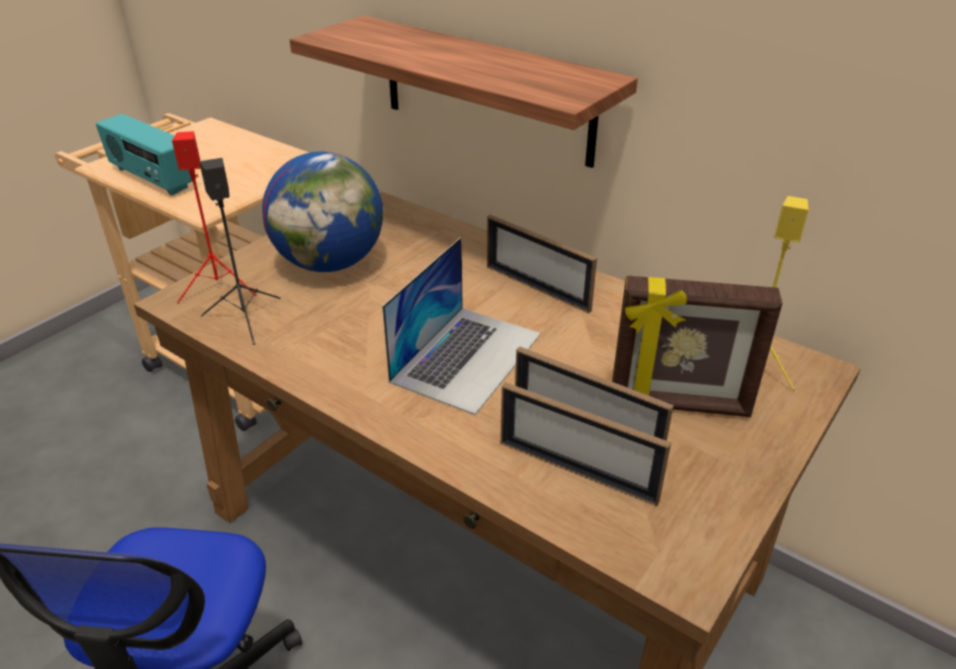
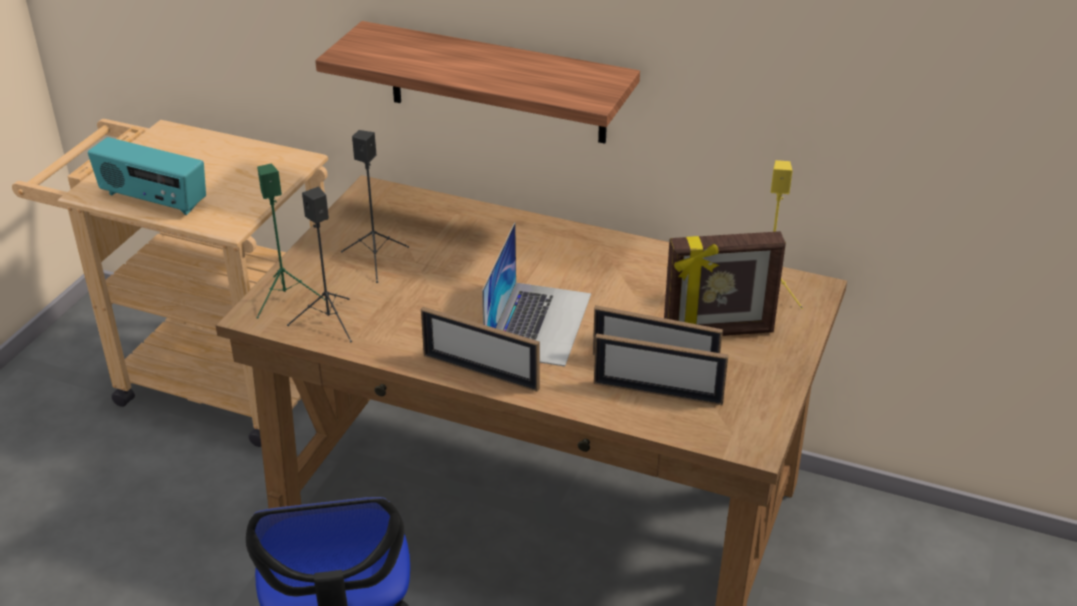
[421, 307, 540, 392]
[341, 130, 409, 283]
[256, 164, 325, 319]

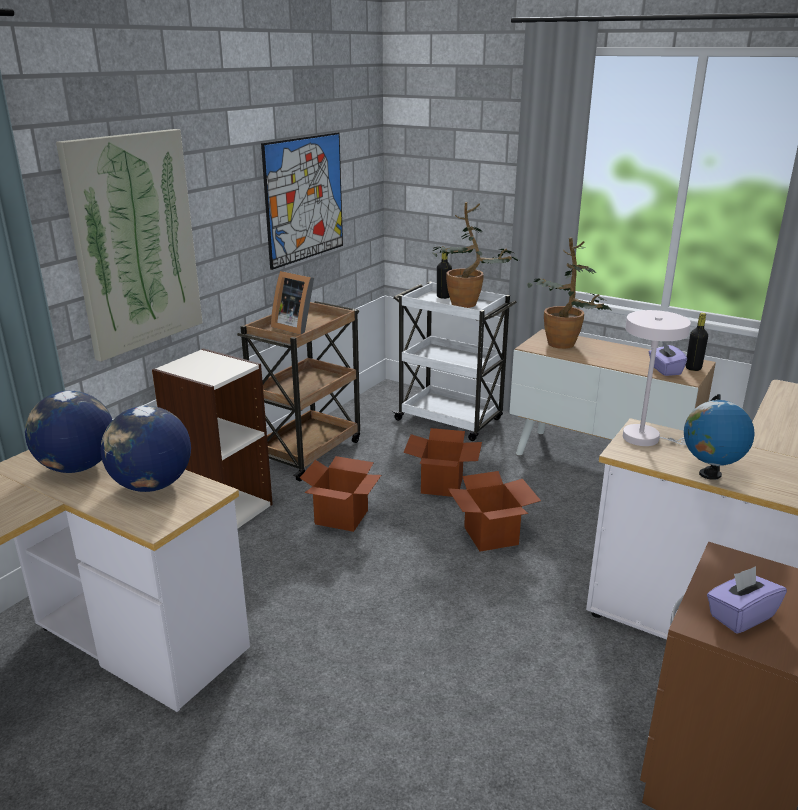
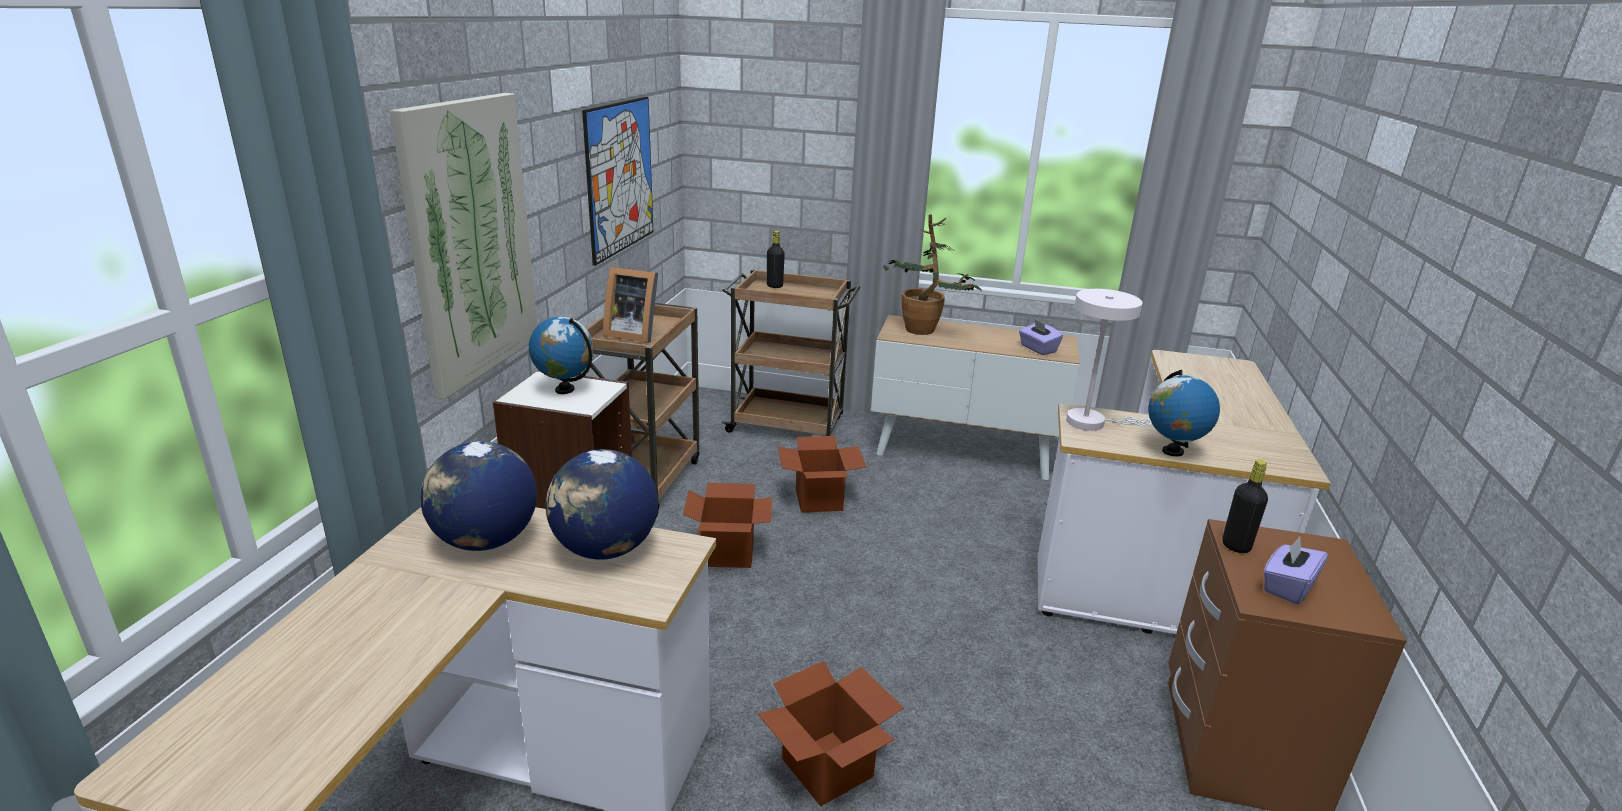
[432, 202, 519, 308] (first image)
[529, 317, 593, 394]
[758, 661, 904, 807]
[1222, 460, 1268, 553]
[721, 269, 860, 436]

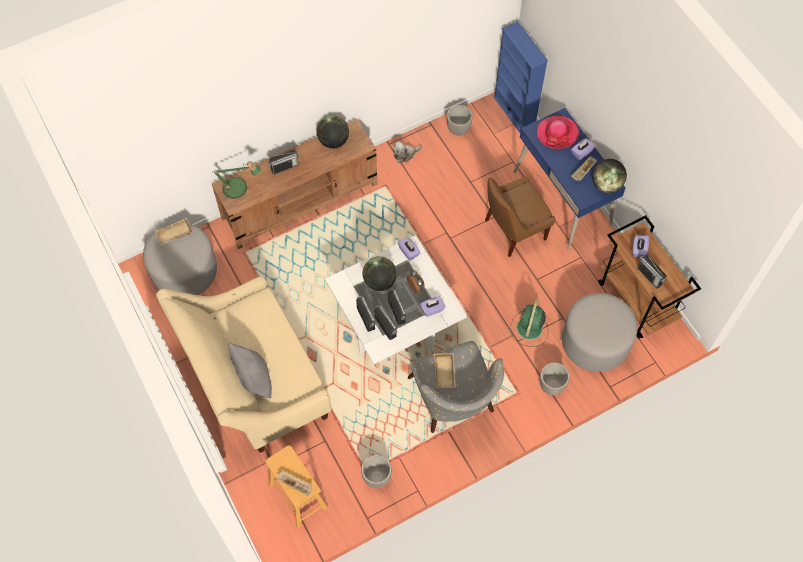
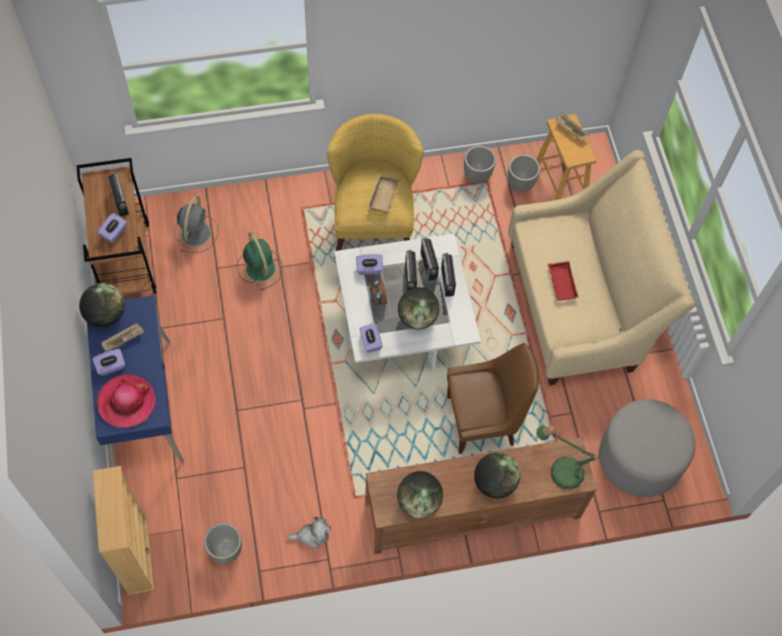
[154, 218, 193, 246] (first image)
[228, 342, 272, 398] (first image)
[548, 261, 578, 301]
[447, 343, 539, 454]
[508, 155, 540, 192]
[474, 452, 521, 498]
[175, 196, 218, 253]
[327, 114, 424, 259]
[92, 466, 154, 595]
[236, 232, 283, 291]

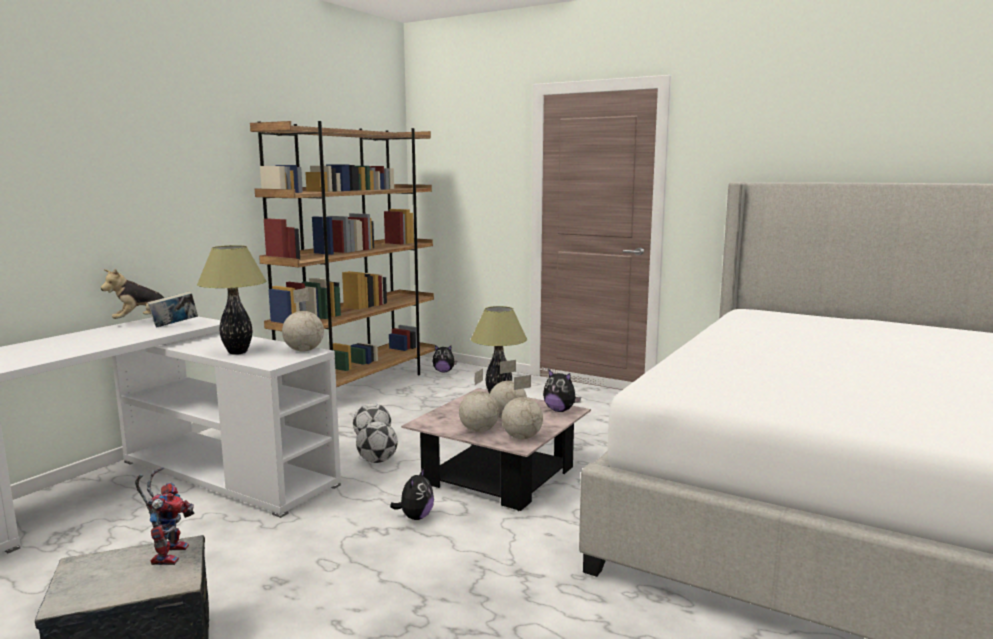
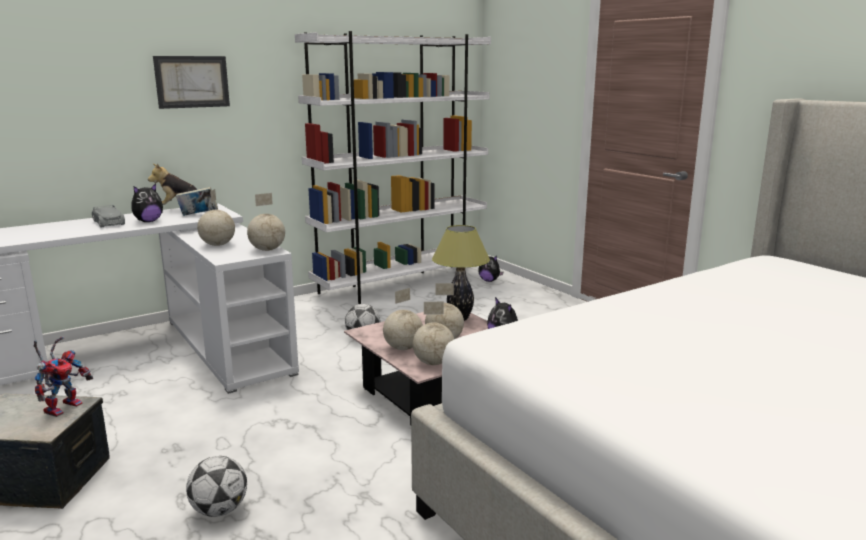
[92, 205, 125, 228]
[153, 56, 230, 109]
[186, 456, 247, 517]
[131, 184, 163, 222]
[197, 189, 235, 246]
[295, 31, 491, 304]

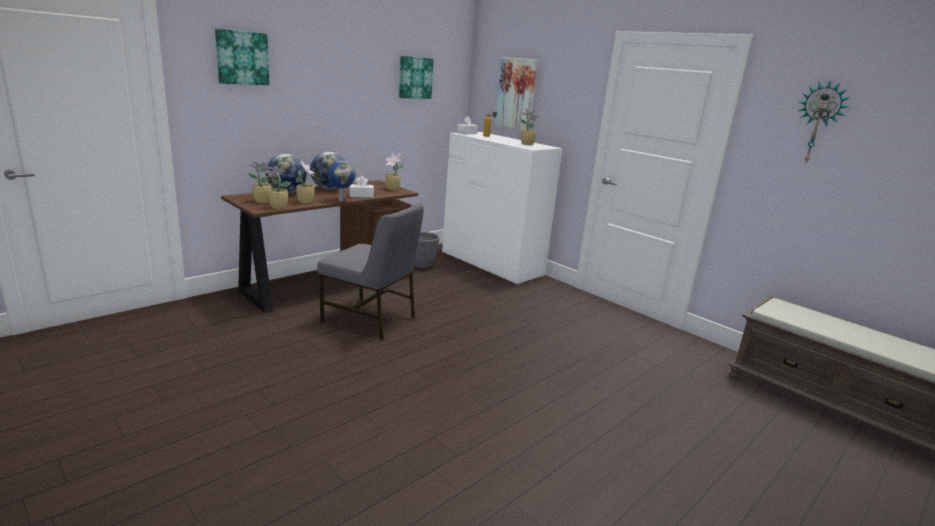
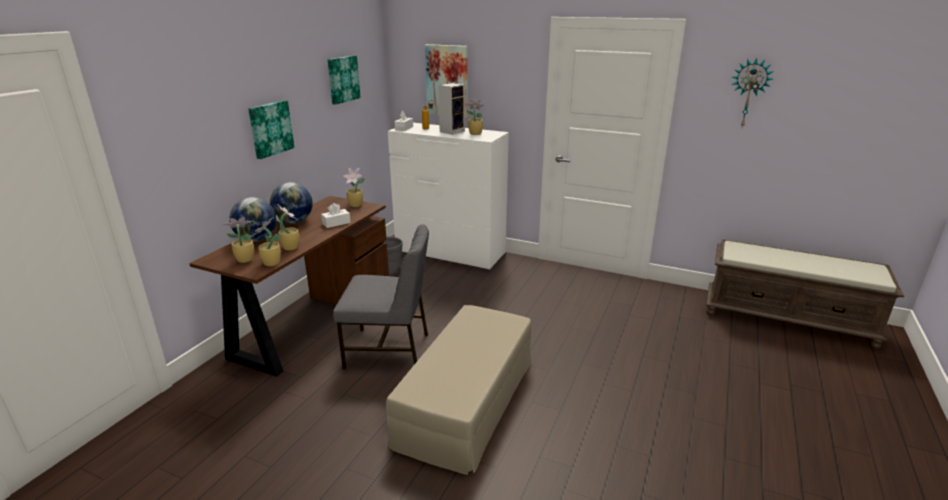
[327, 161, 355, 201] (first image)
[386, 305, 531, 475]
[438, 83, 465, 135]
[248, 100, 294, 159]

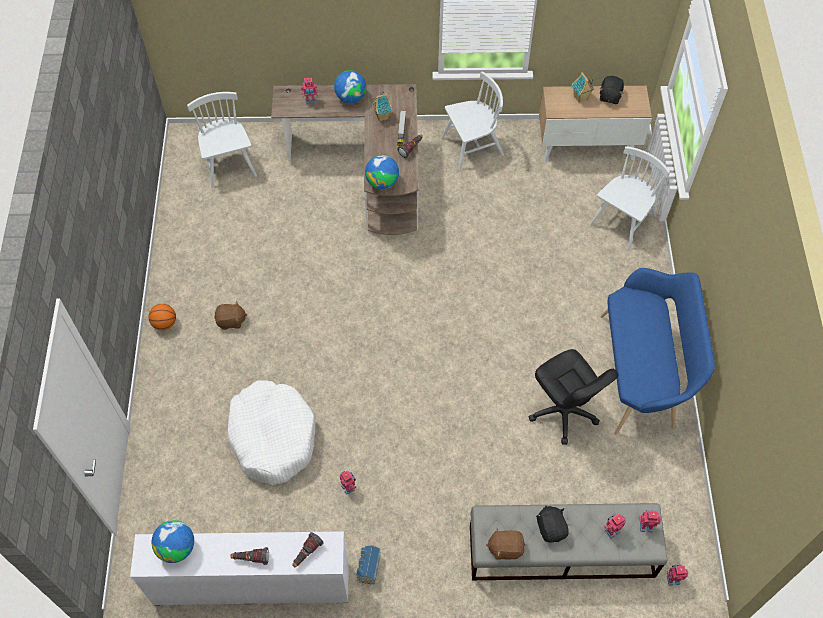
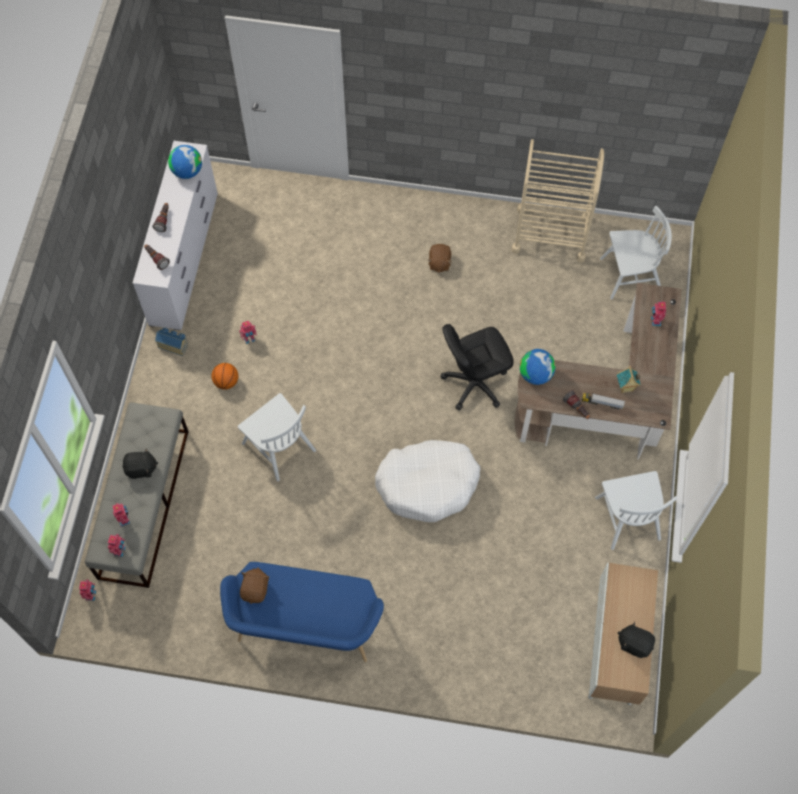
[334, 70, 366, 103] (first image)
[572, 72, 594, 103] (first image)
[512, 139, 604, 263]
[212, 363, 238, 390]
[375, 440, 480, 522]
[240, 567, 269, 604]
[441, 324, 514, 410]
[238, 393, 316, 481]

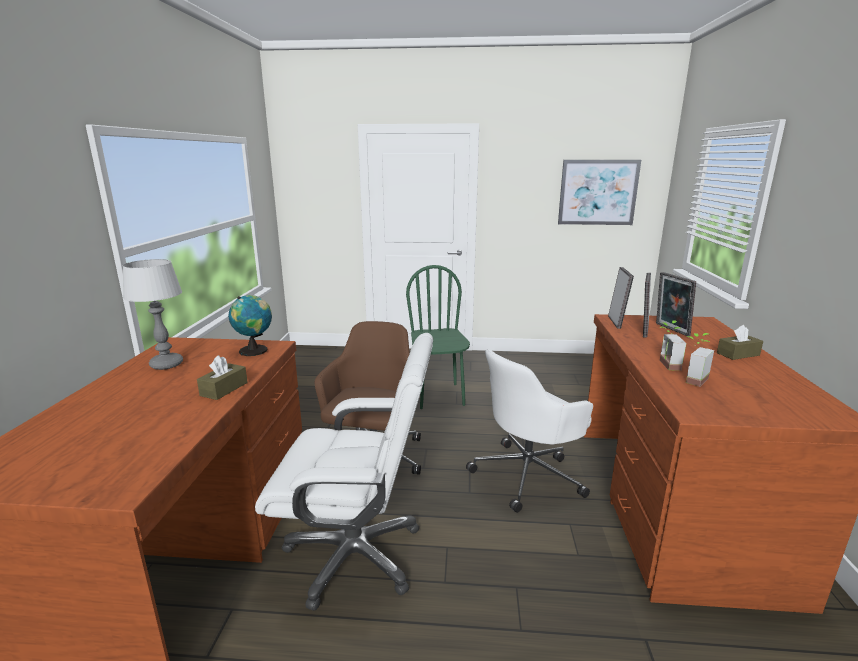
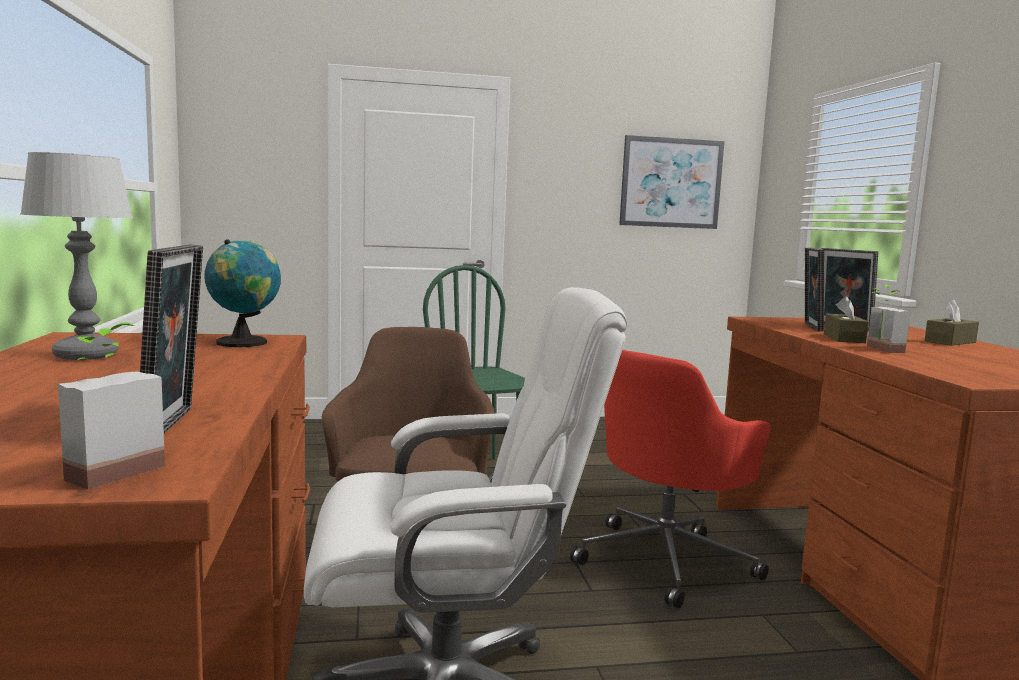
[824, 296, 869, 343]
[140, 244, 203, 433]
[58, 322, 165, 489]
[570, 350, 771, 608]

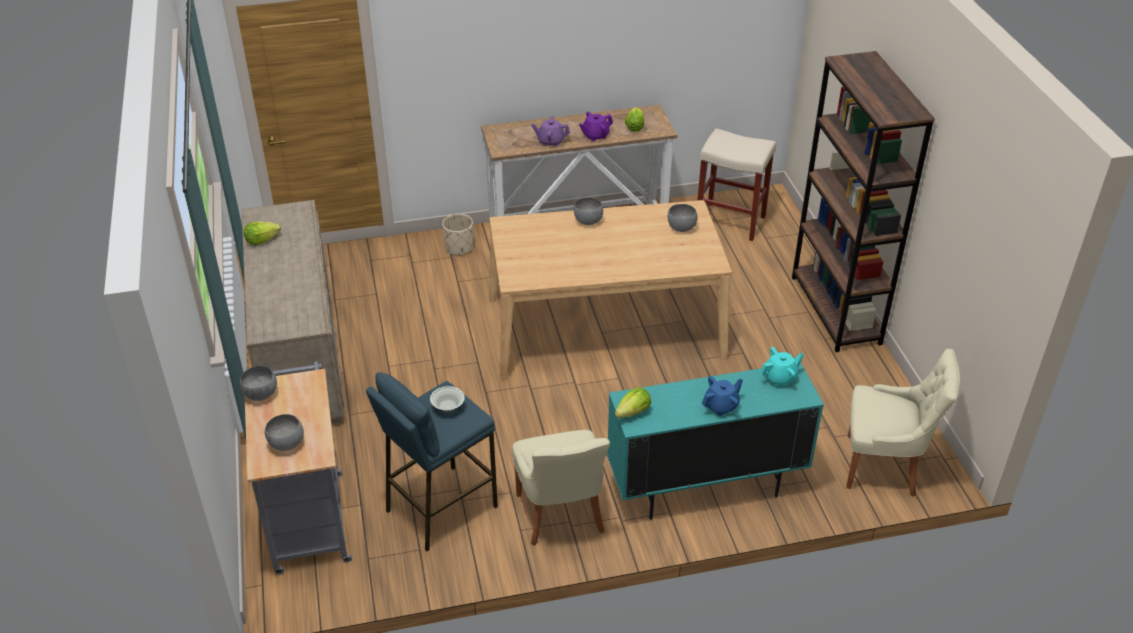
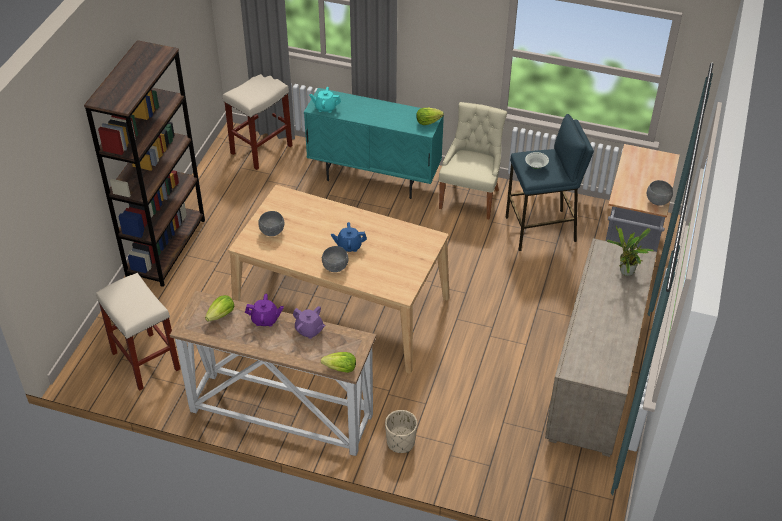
[265, 414, 304, 451] (first image)
[607, 225, 654, 276]
[321, 352, 356, 373]
[331, 222, 367, 252]
[223, 74, 292, 170]

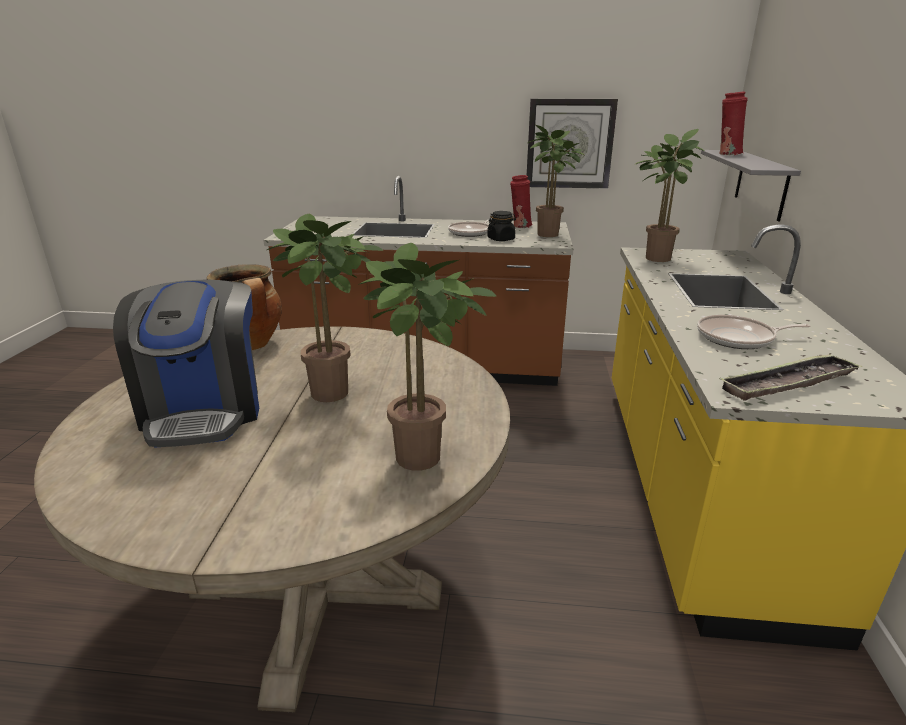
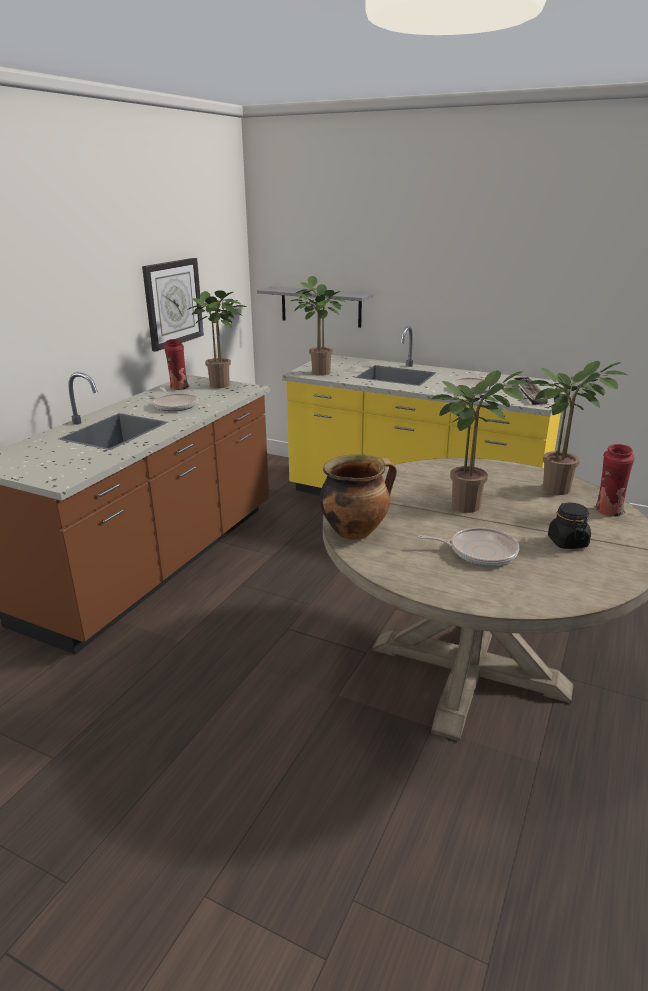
[548, 503, 591, 549]
[595, 444, 635, 517]
[417, 528, 519, 566]

